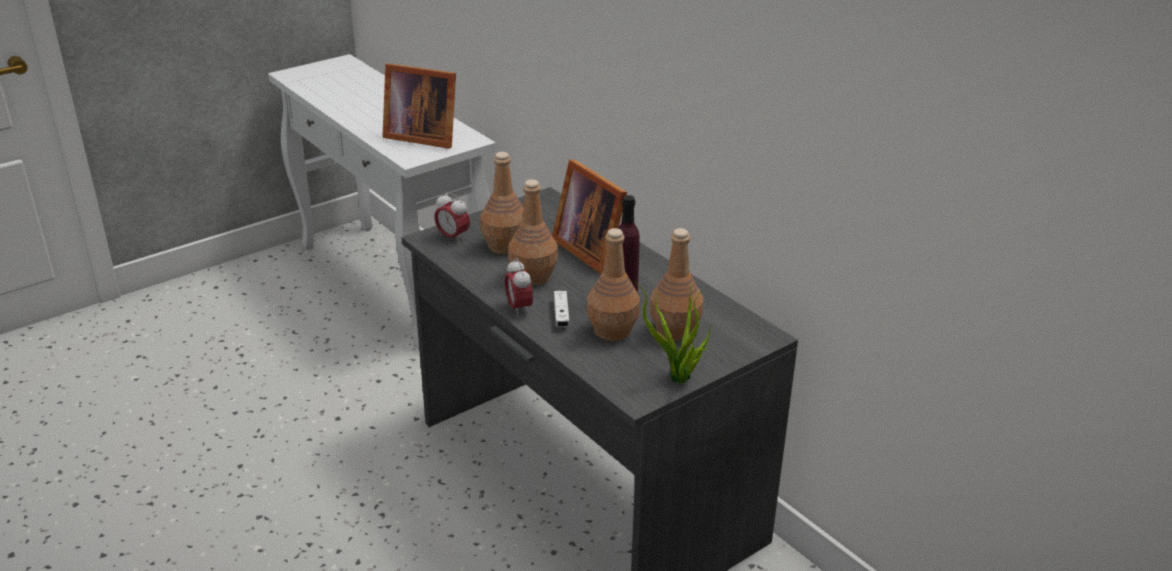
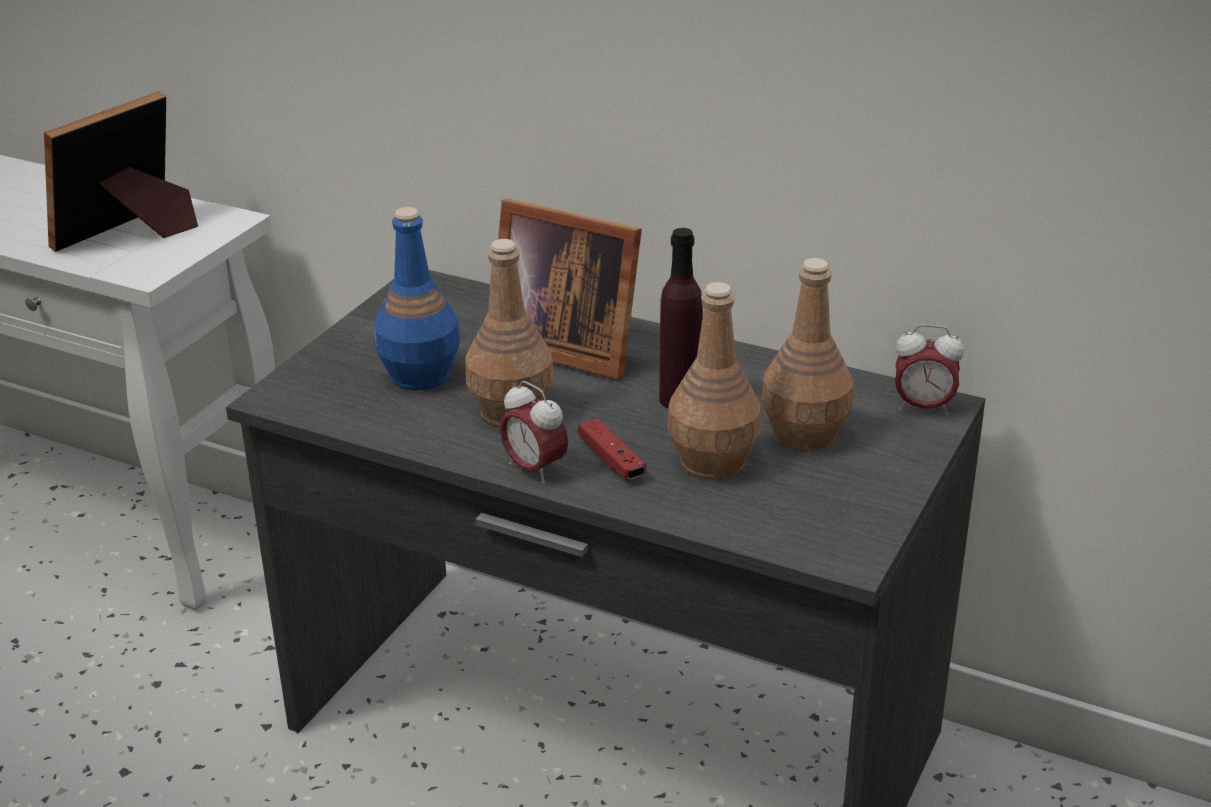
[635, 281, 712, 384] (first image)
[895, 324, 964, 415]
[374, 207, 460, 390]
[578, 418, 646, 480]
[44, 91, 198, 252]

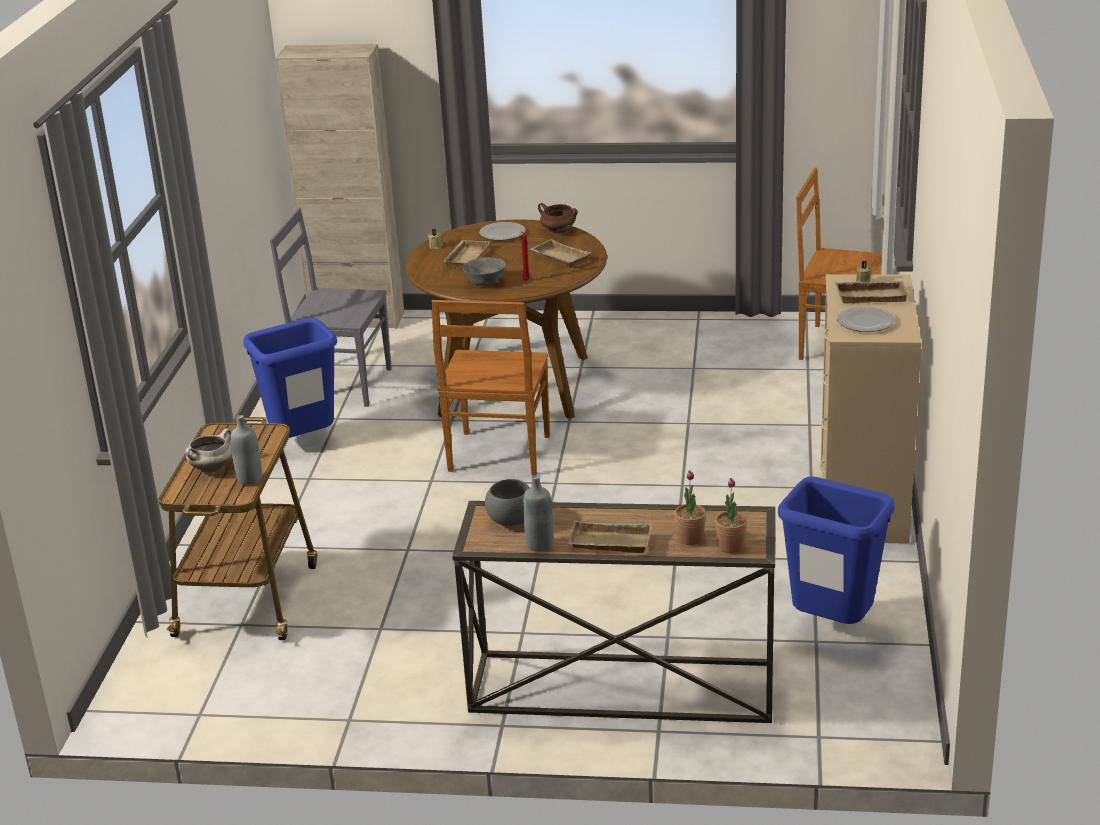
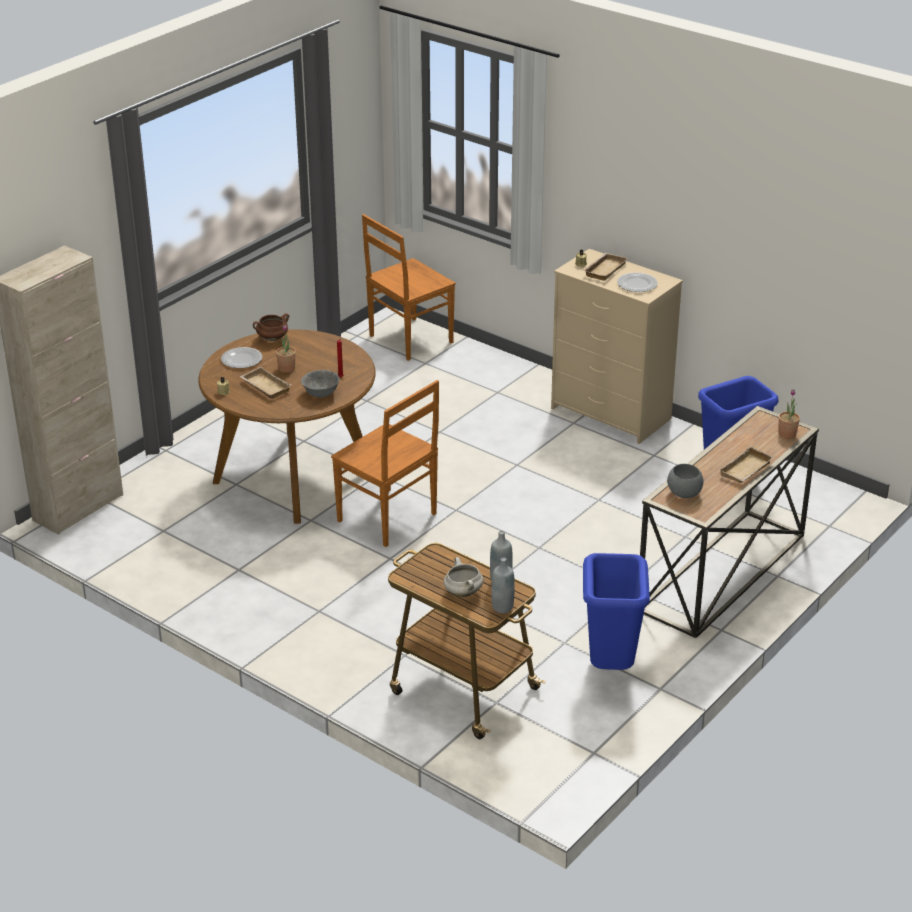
[270, 208, 392, 407] (first image)
[530, 239, 591, 268] (first image)
[583, 553, 650, 670]
[492, 557, 515, 613]
[276, 325, 296, 373]

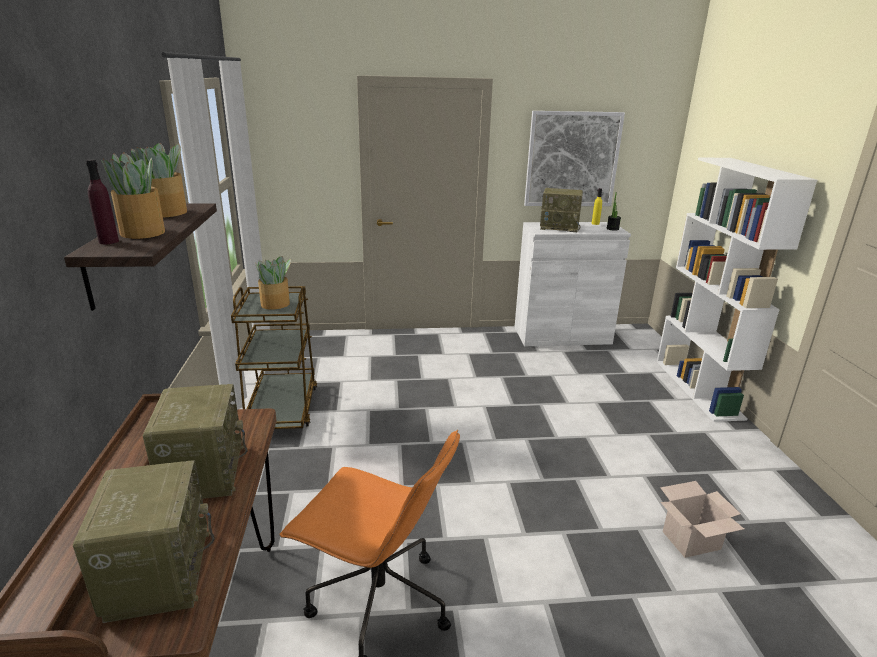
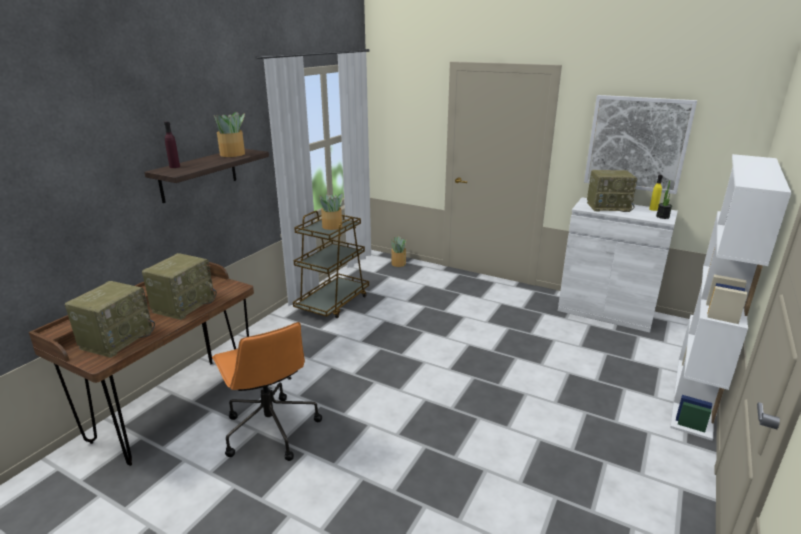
[660, 481, 744, 558] (first image)
[391, 236, 406, 267]
[587, 170, 637, 212]

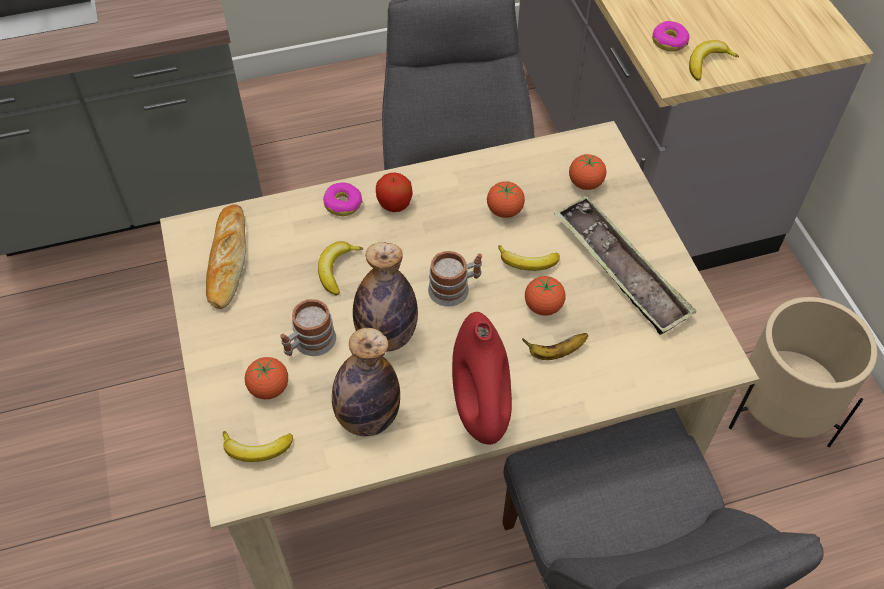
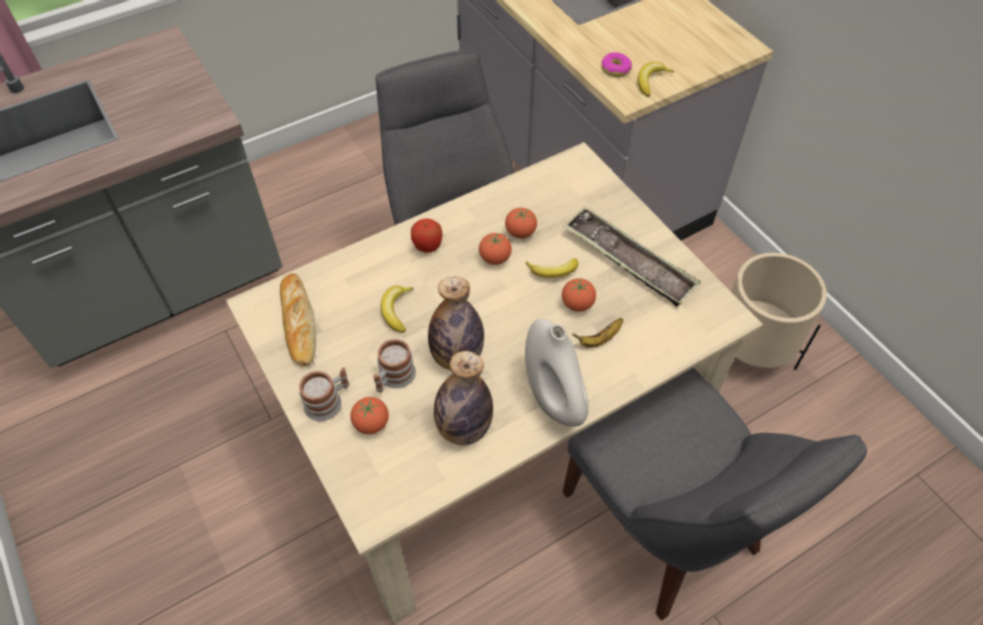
[223, 431, 293, 462] (first image)
[323, 182, 363, 216] (first image)
[299, 367, 349, 421]
[479, 233, 512, 265]
[525, 319, 589, 427]

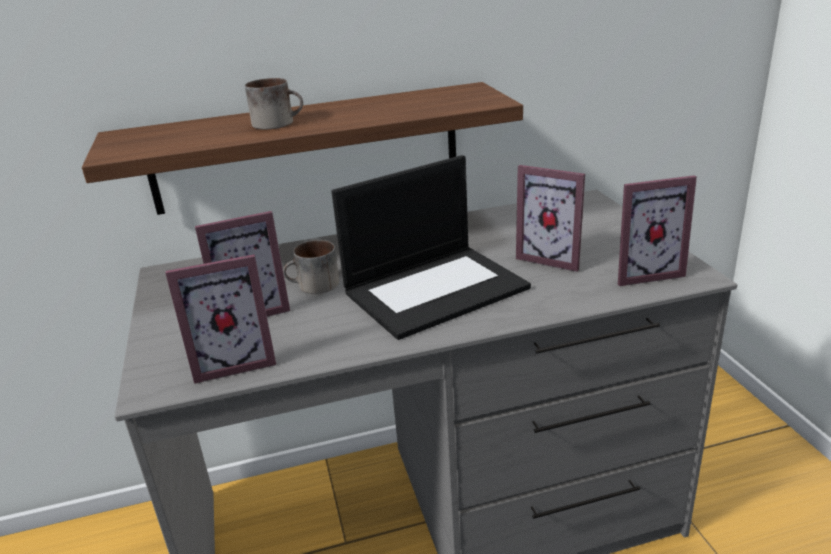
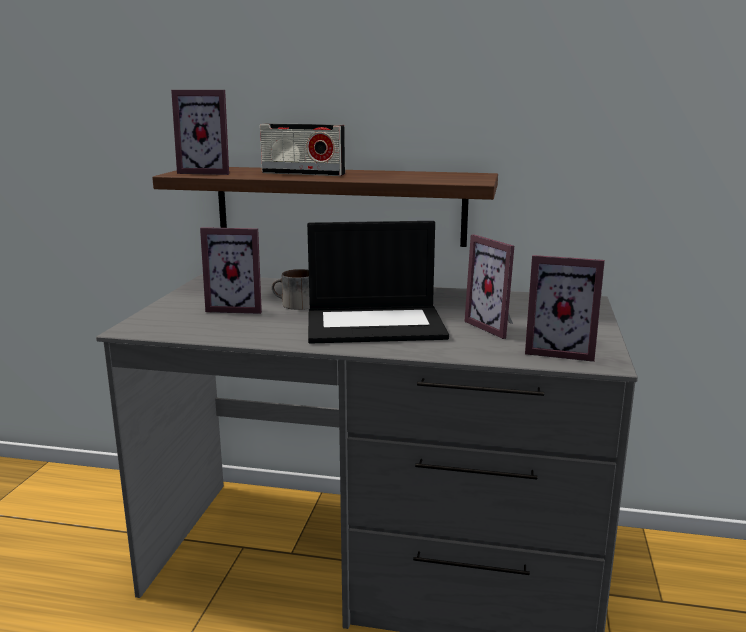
[171, 90, 229, 175]
[260, 123, 345, 176]

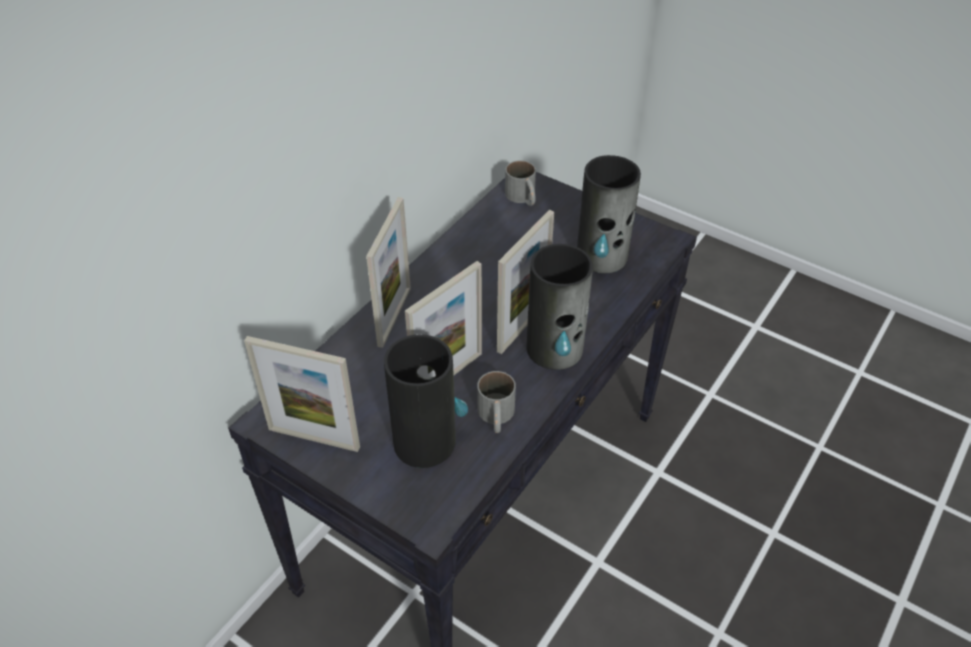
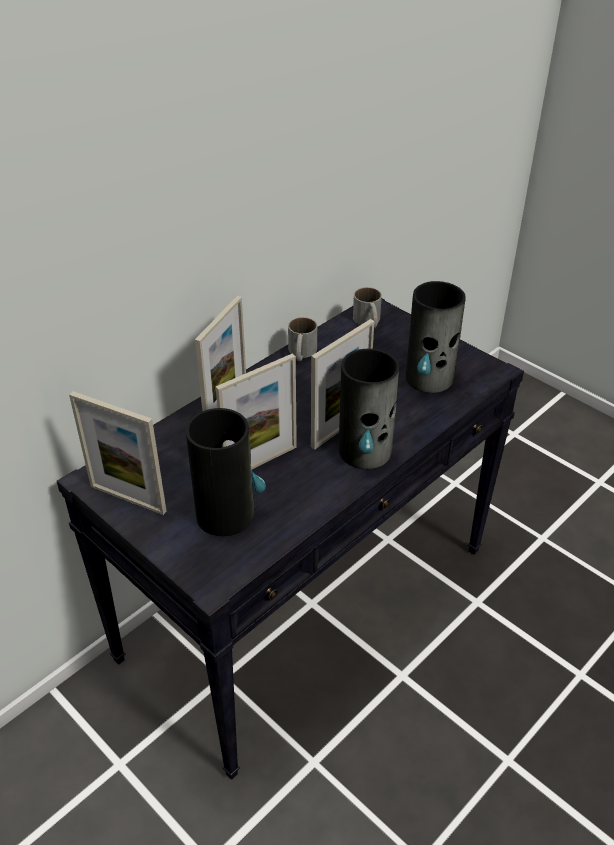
[288, 317, 317, 361]

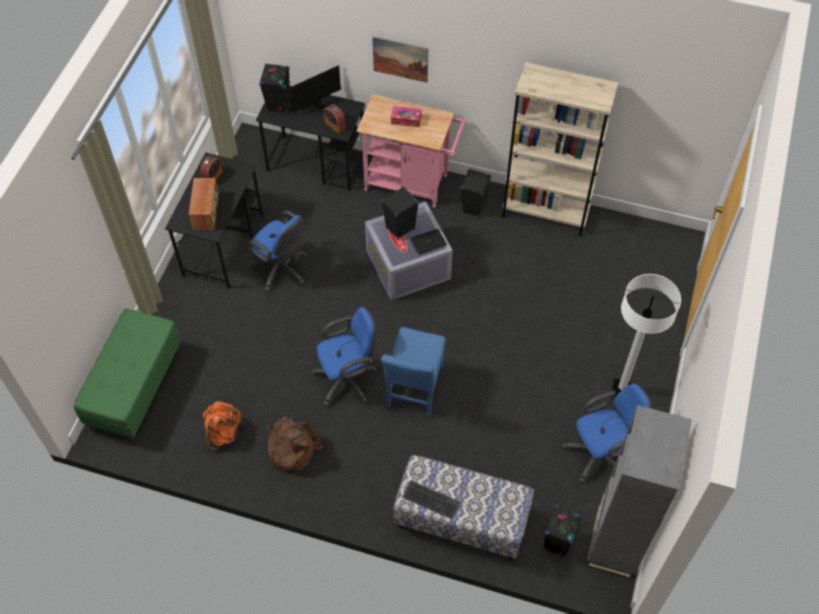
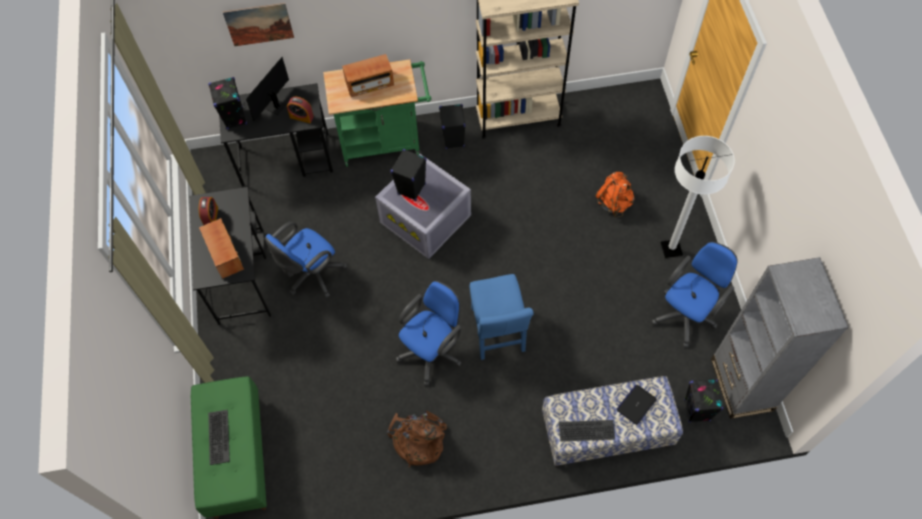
[208, 410, 230, 465]
[595, 172, 635, 217]
[223, 3, 294, 46]
[617, 385, 657, 425]
[342, 54, 394, 97]
[323, 59, 431, 167]
[265, 222, 348, 298]

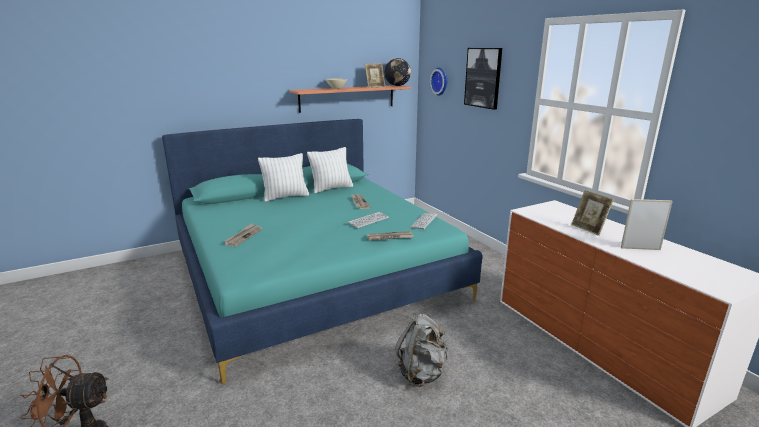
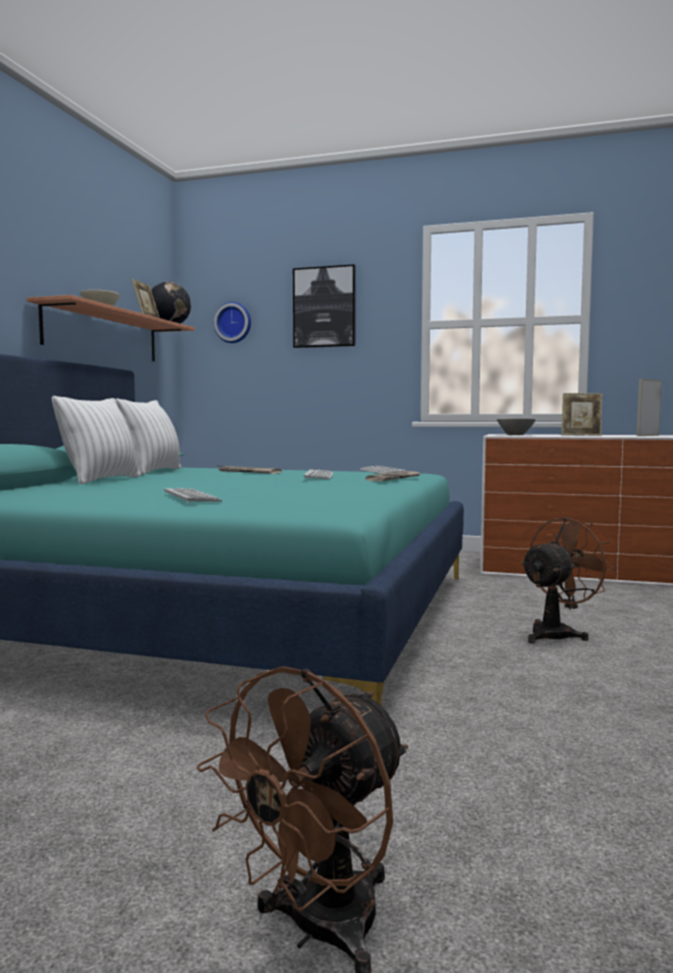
[497, 418, 536, 435]
[164, 488, 222, 503]
[520, 517, 615, 643]

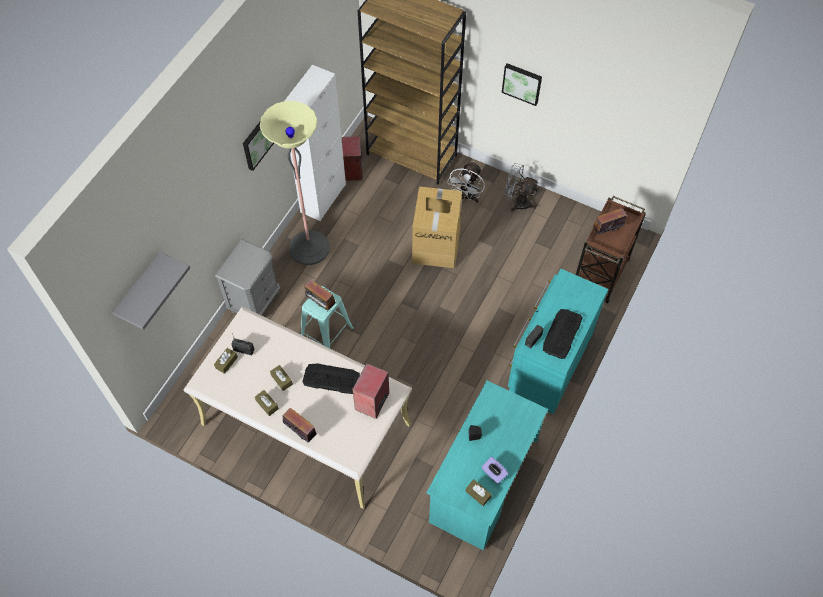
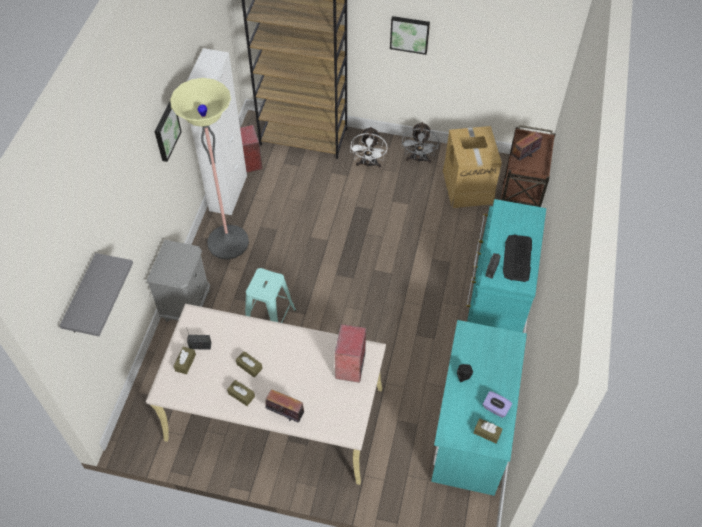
[302, 363, 360, 394] (first image)
[305, 279, 336, 311] (first image)
[443, 126, 502, 208]
[402, 122, 439, 163]

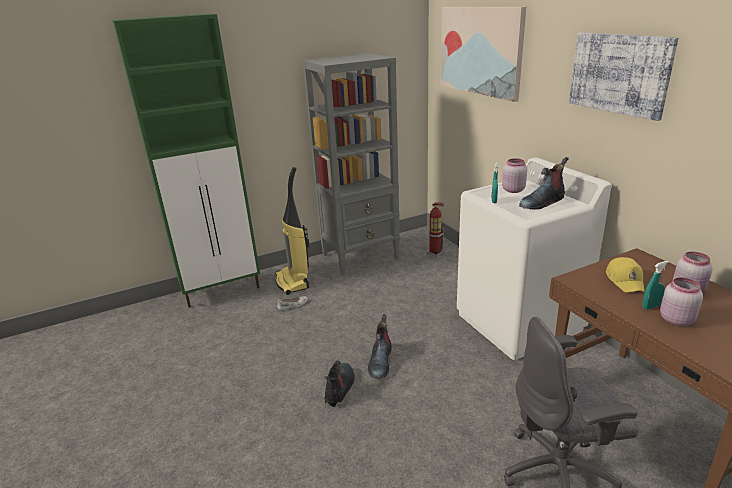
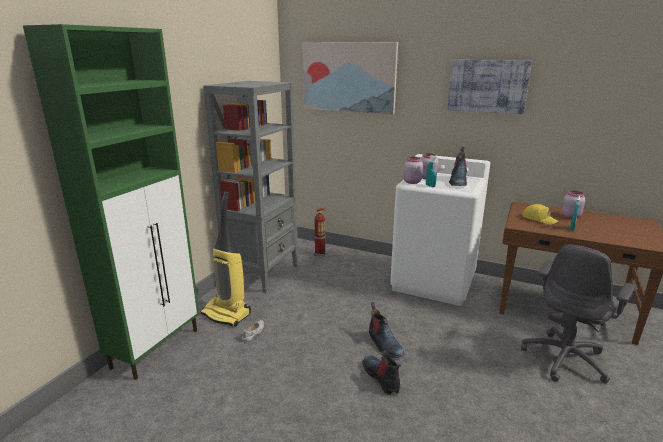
[403, 157, 423, 184]

